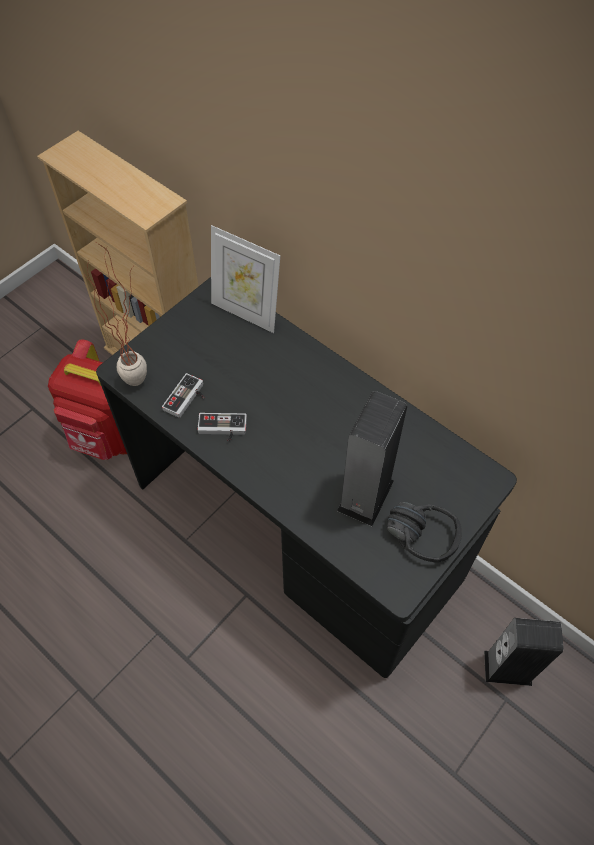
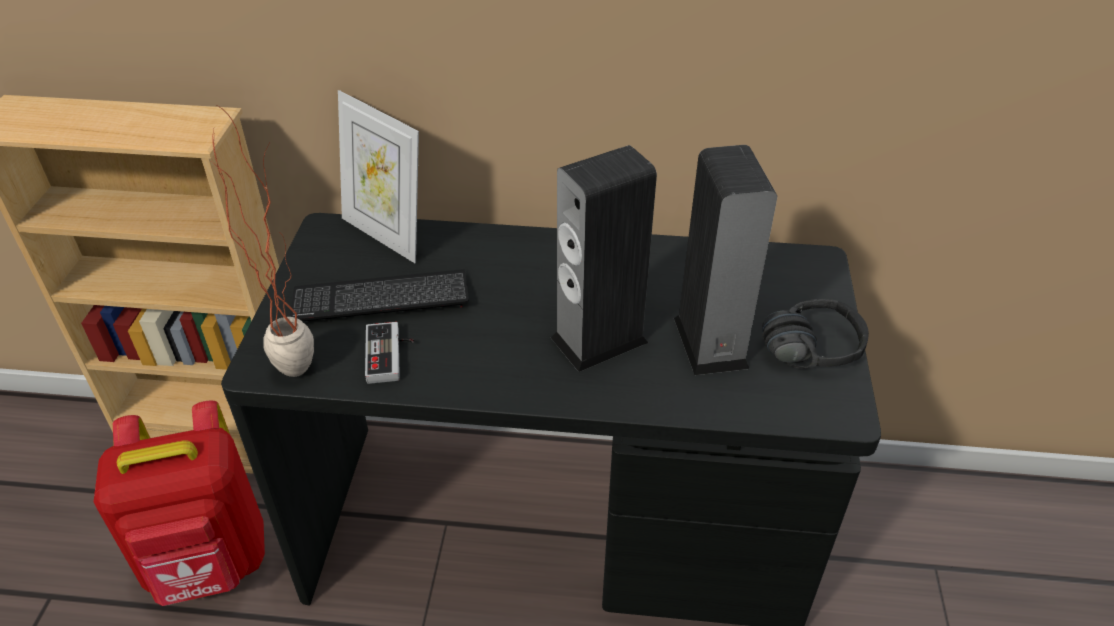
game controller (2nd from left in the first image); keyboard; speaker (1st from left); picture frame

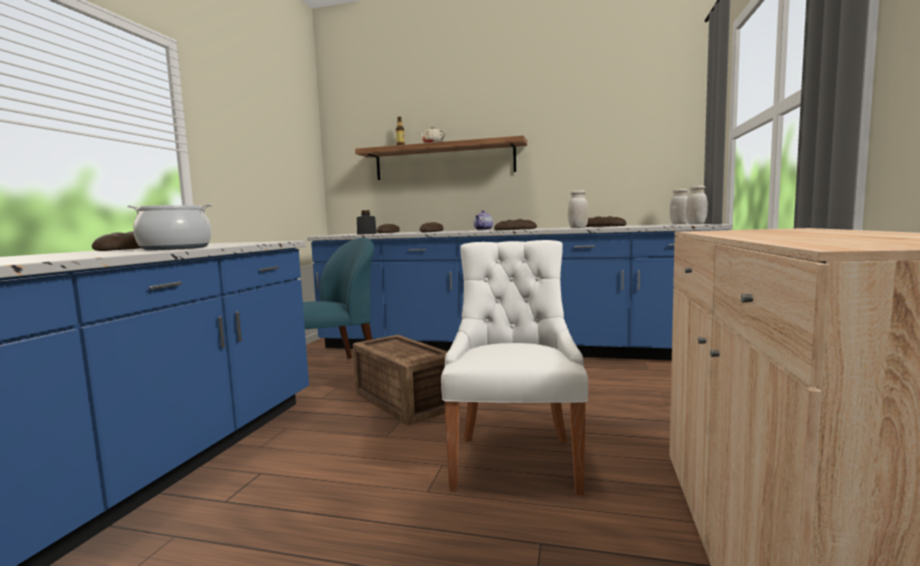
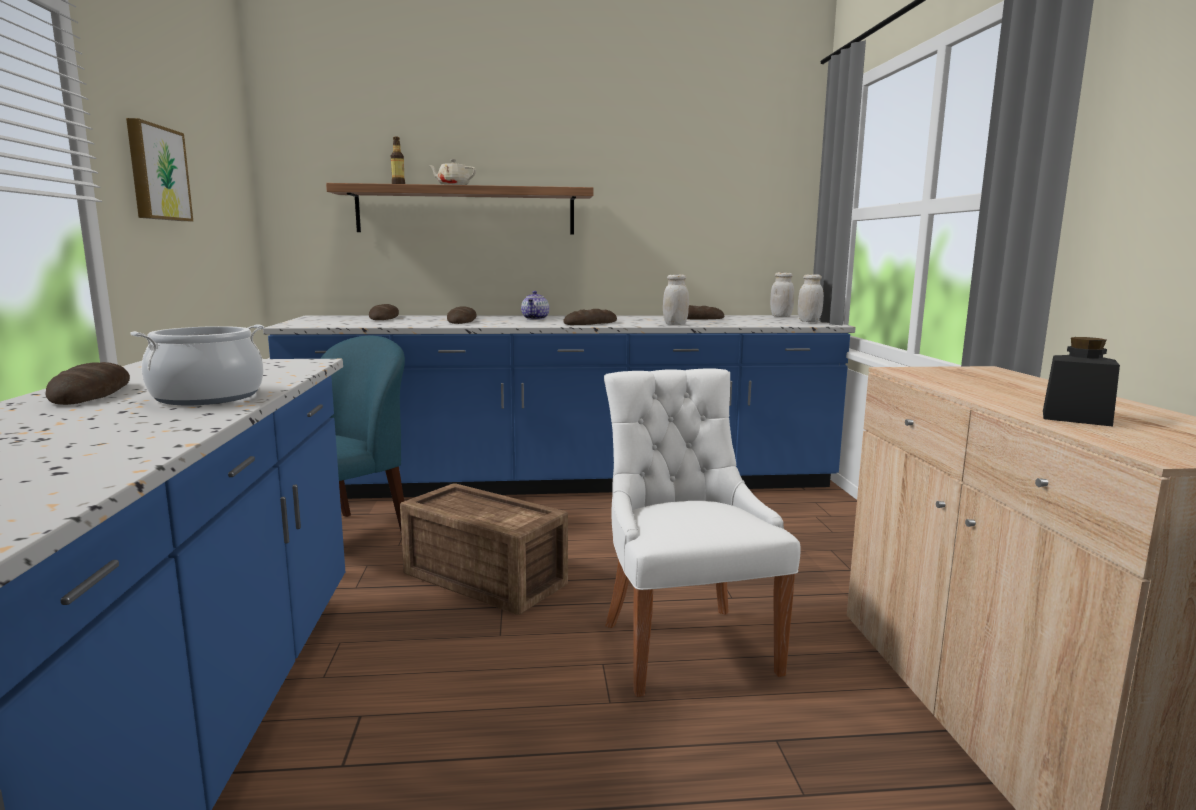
picture; jar (black)

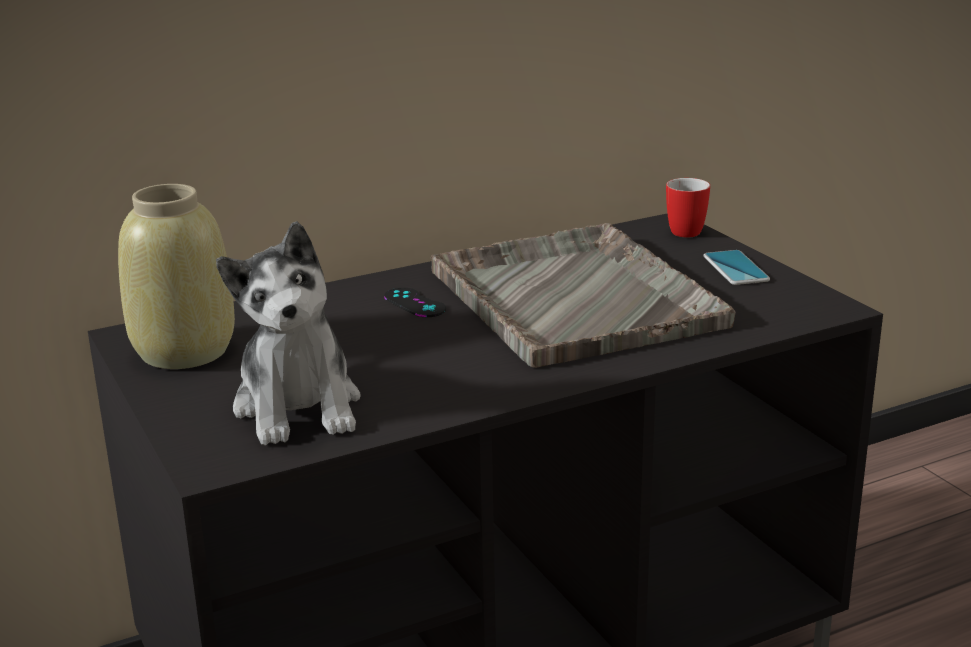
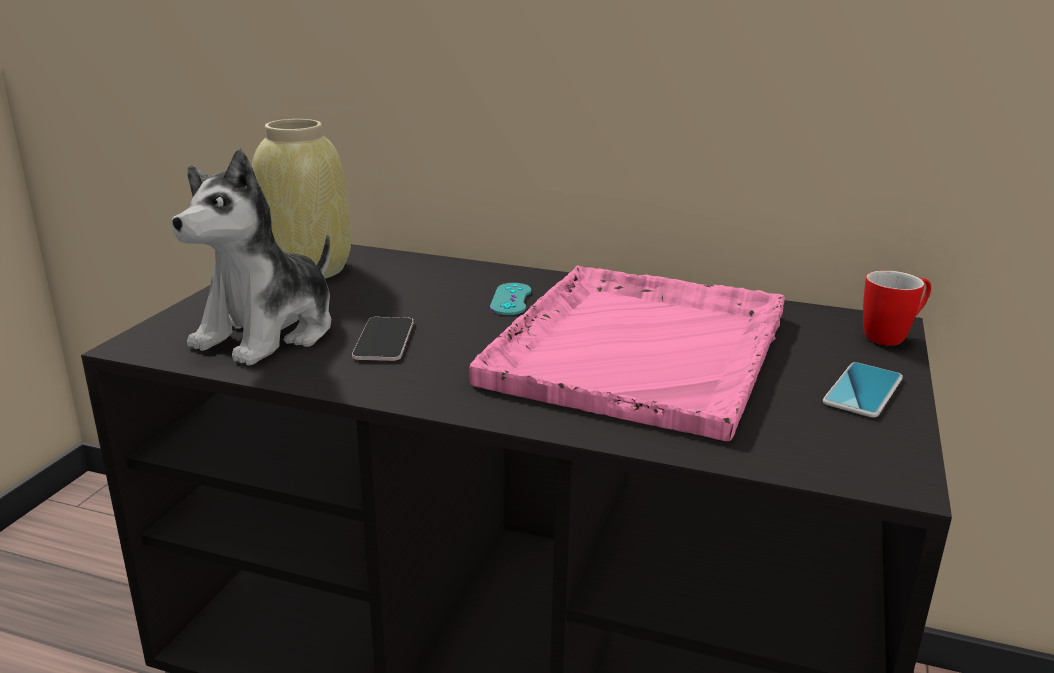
phone (1st from left); game controller (turquoise); tray (pink)

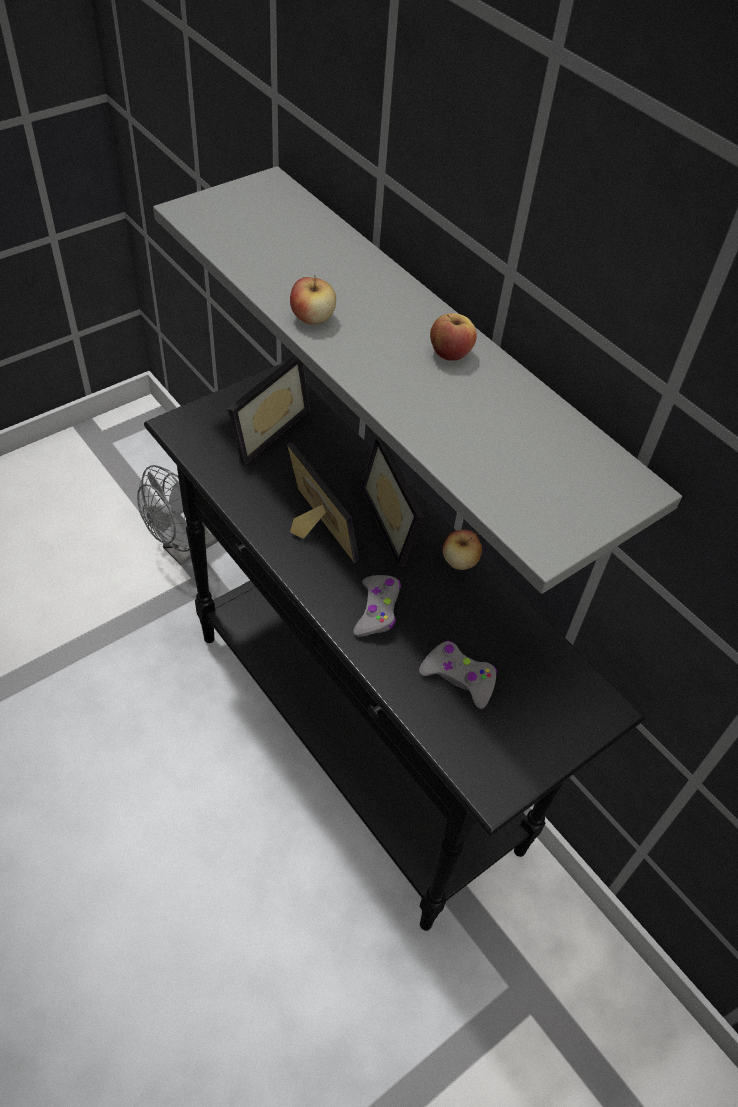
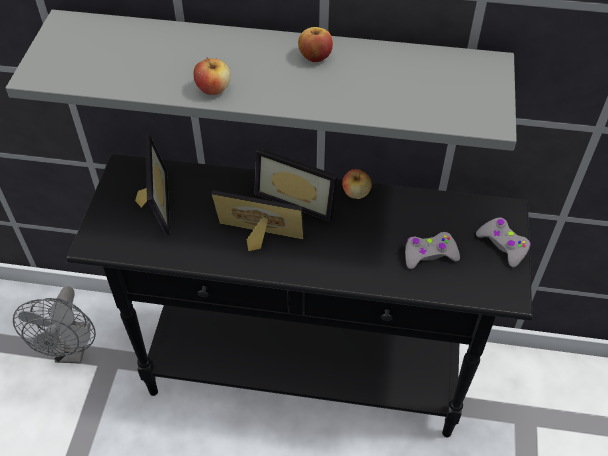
game controller (grey) (2nd from left)

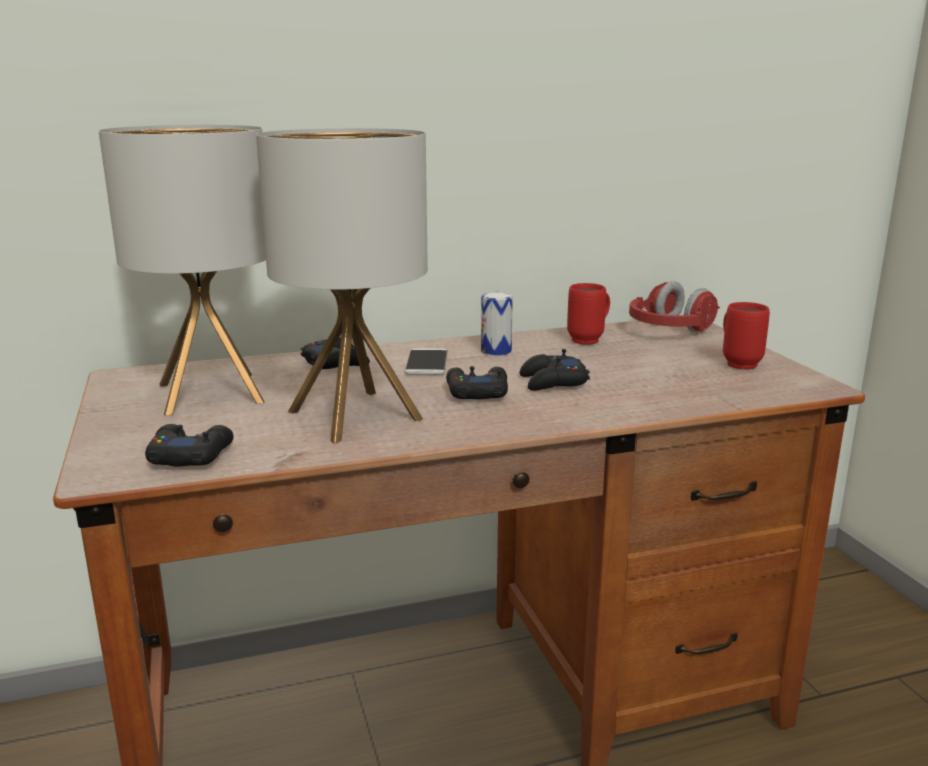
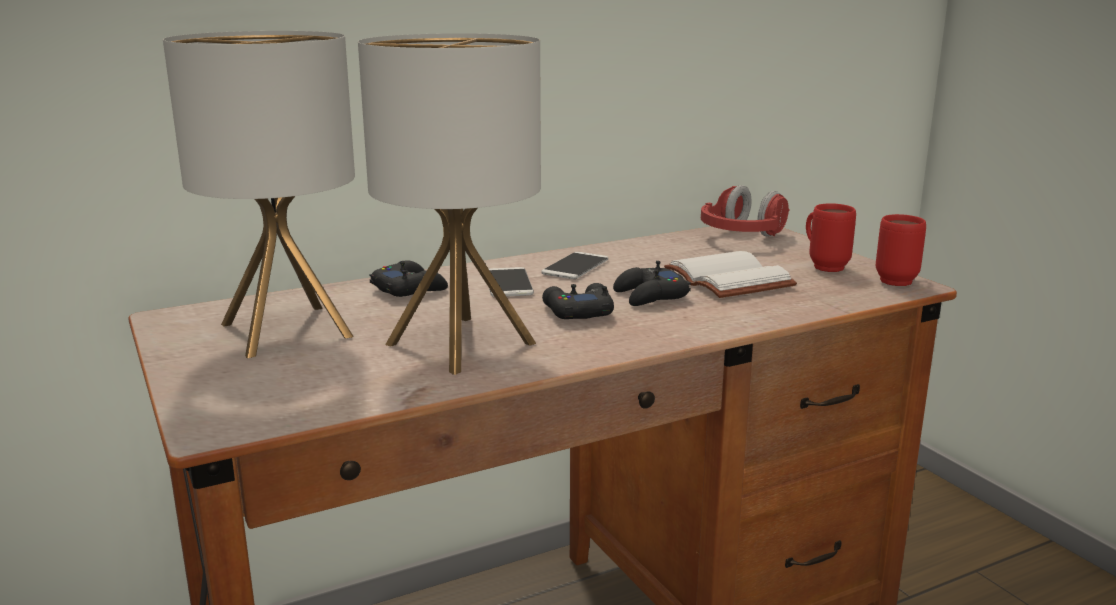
game controller (black) (1st from left in the first image); book (white); mug (red) (2nd from left); phone (2nd from left)

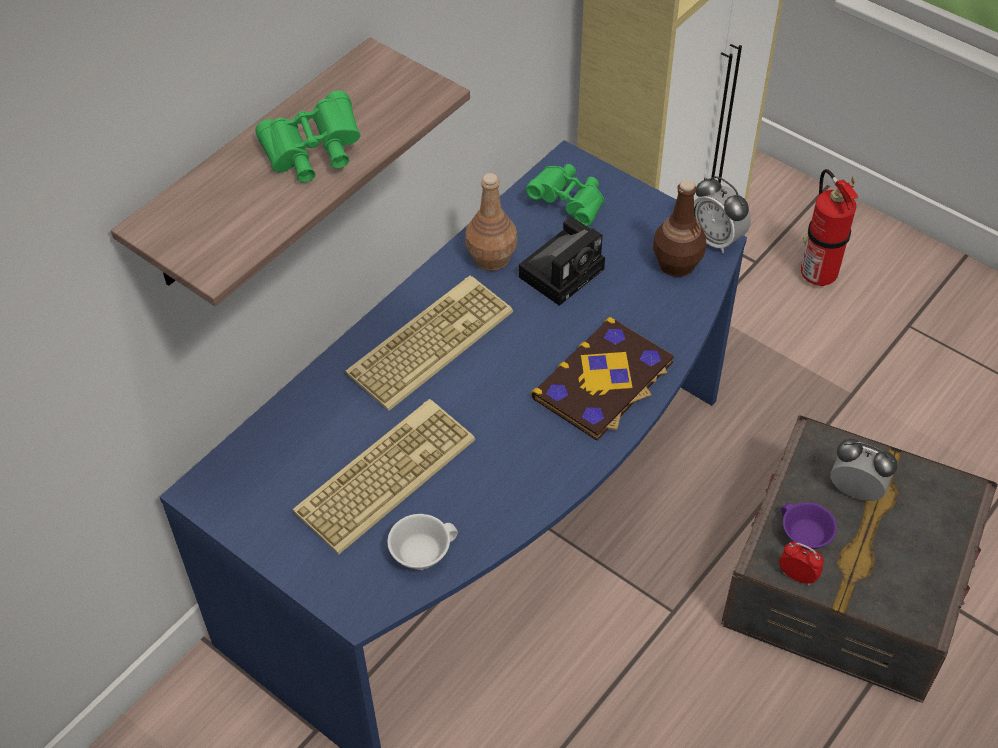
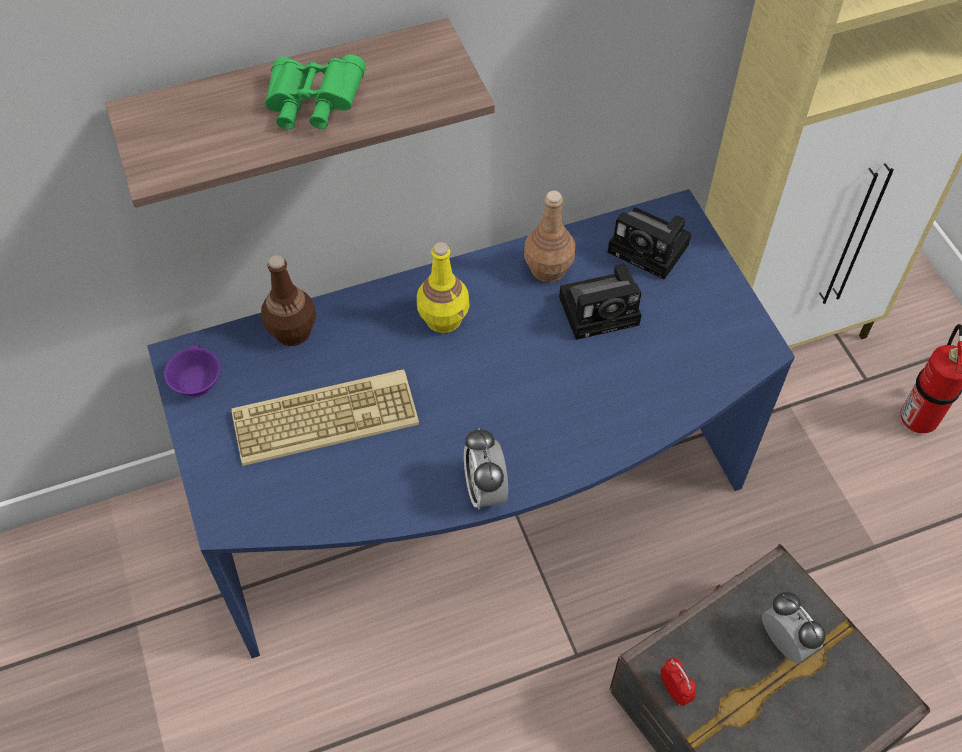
cup (white); book; bottle (brown) (1st from left); alarm clock (1st from left); cup (purple); bottle (yellow); photo camera (2nd from left)

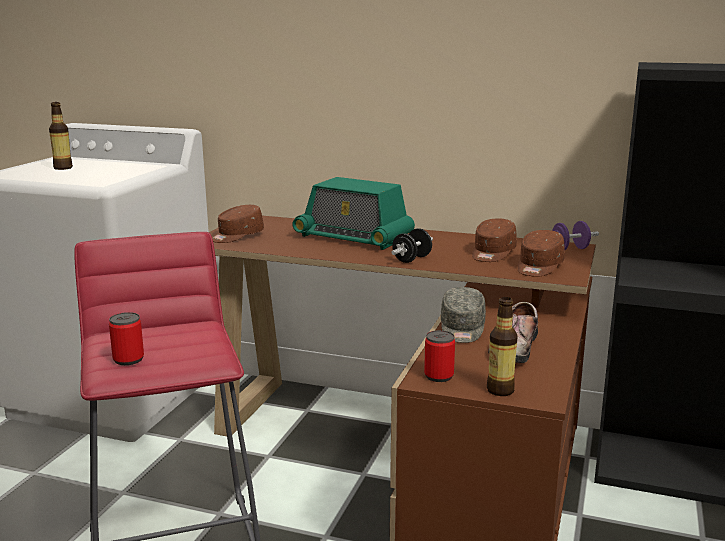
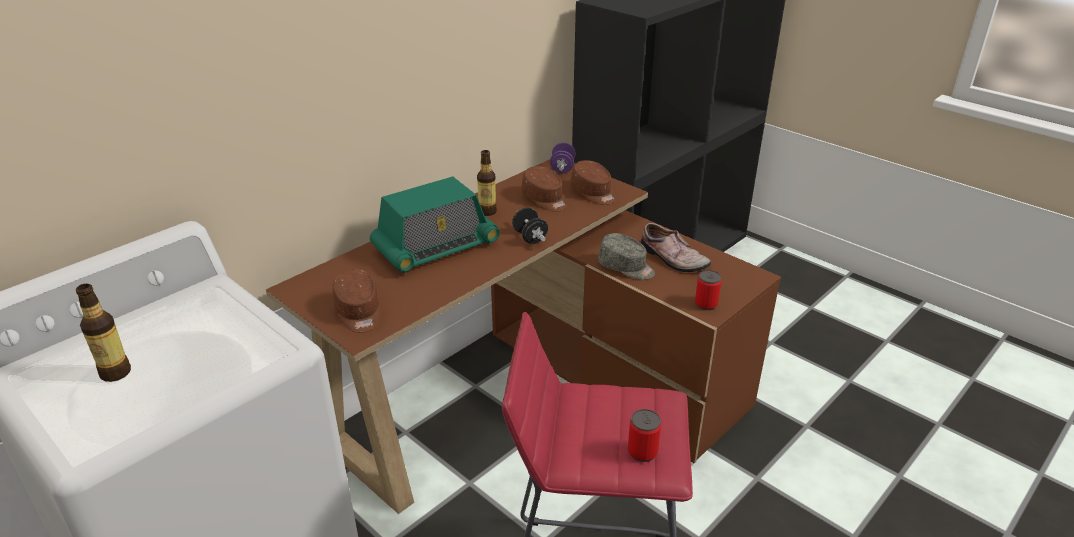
bottle (2nd from left)

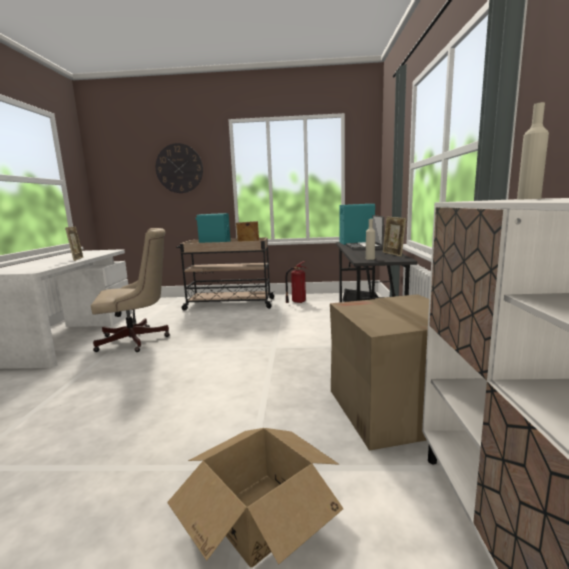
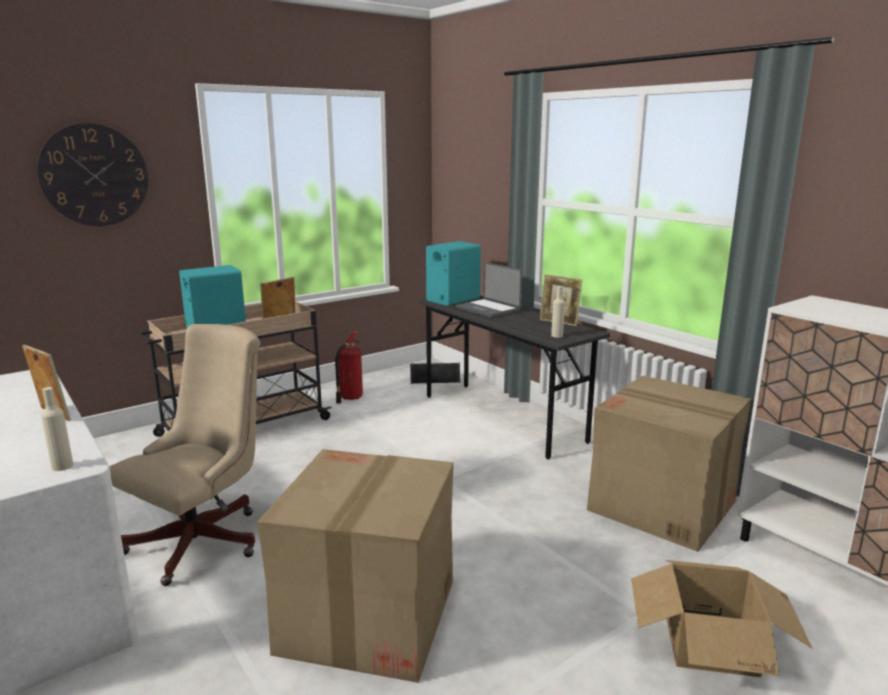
cardboard box (1st from left); bottle (beige) (1st from left)

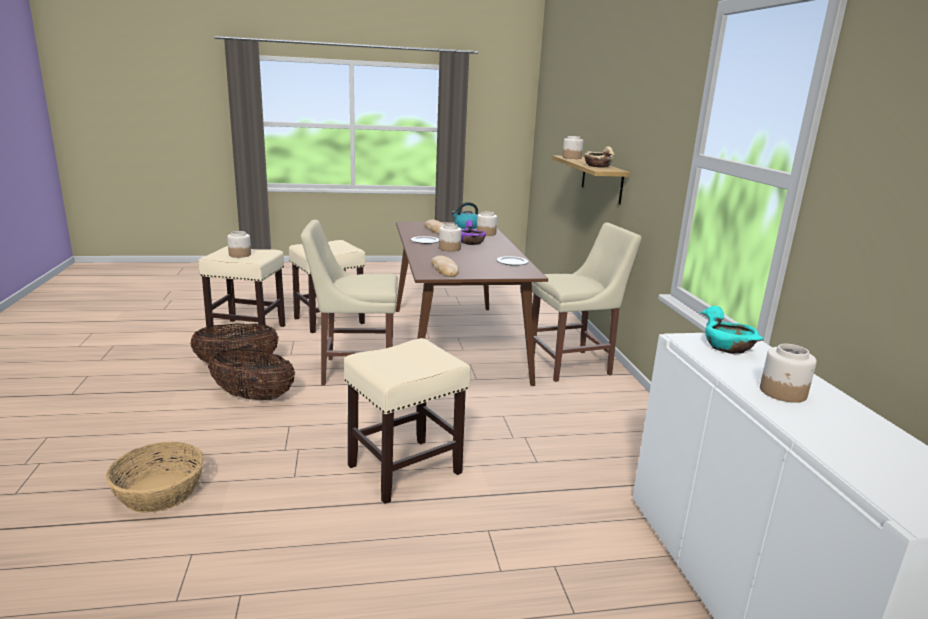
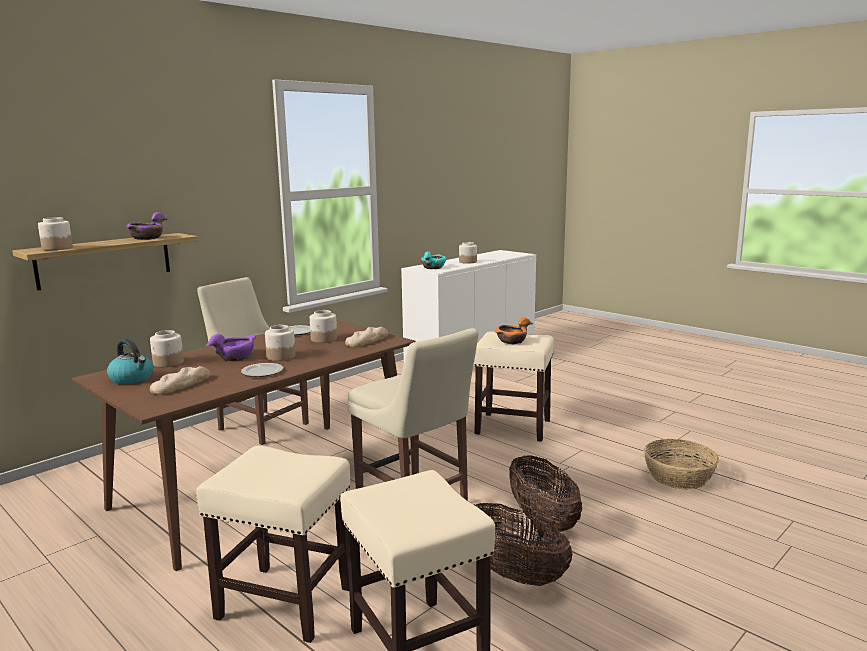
bowl (orange); jar (4th from left); bowl (purple) (1st from left)

